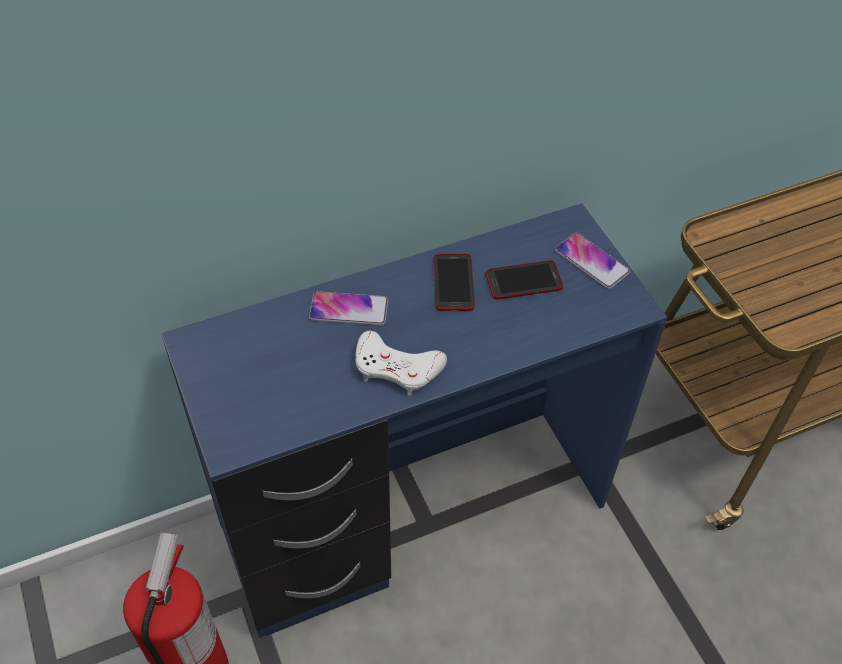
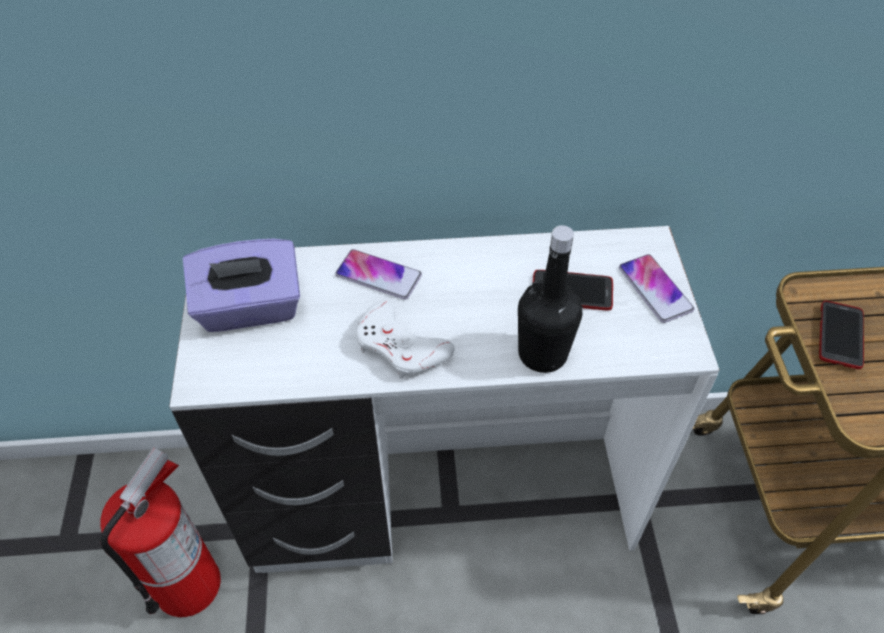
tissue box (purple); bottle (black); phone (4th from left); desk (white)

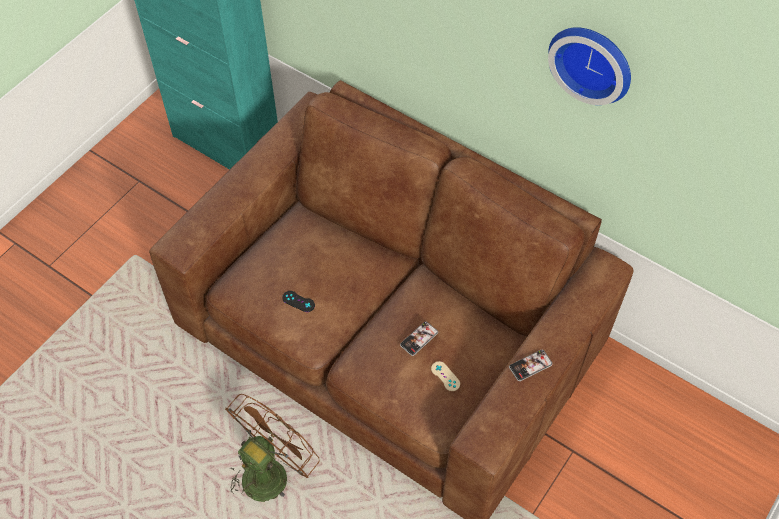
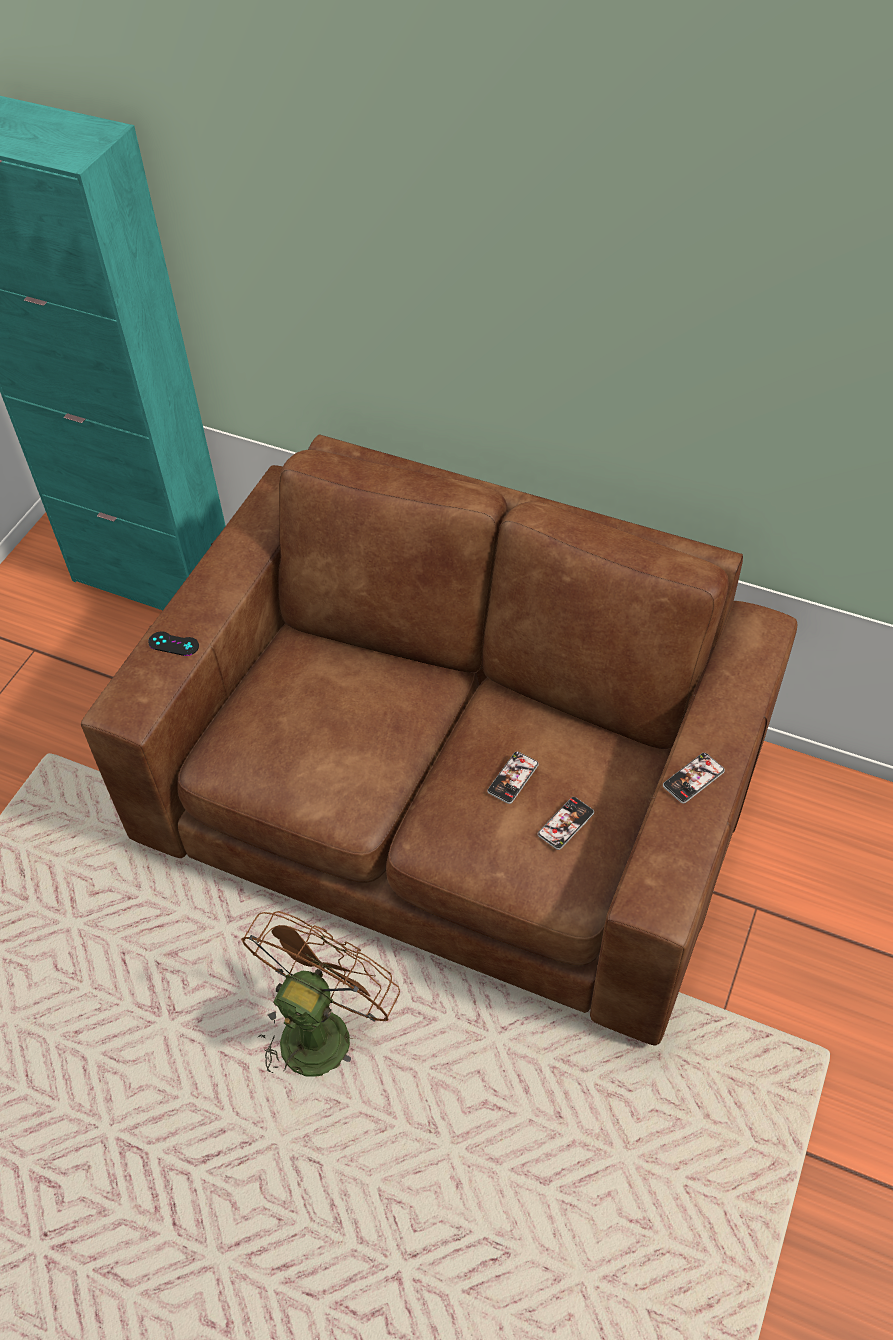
wall clock; game controller (black); phone (2nd from left)

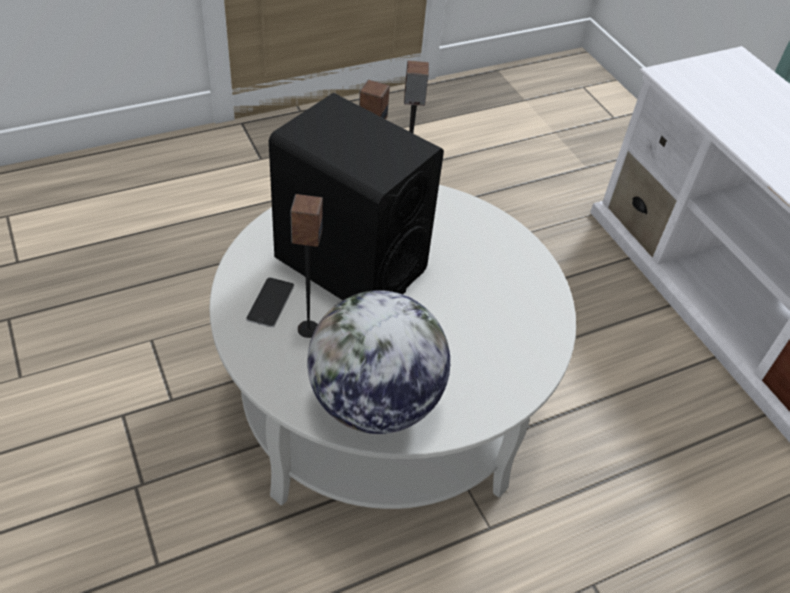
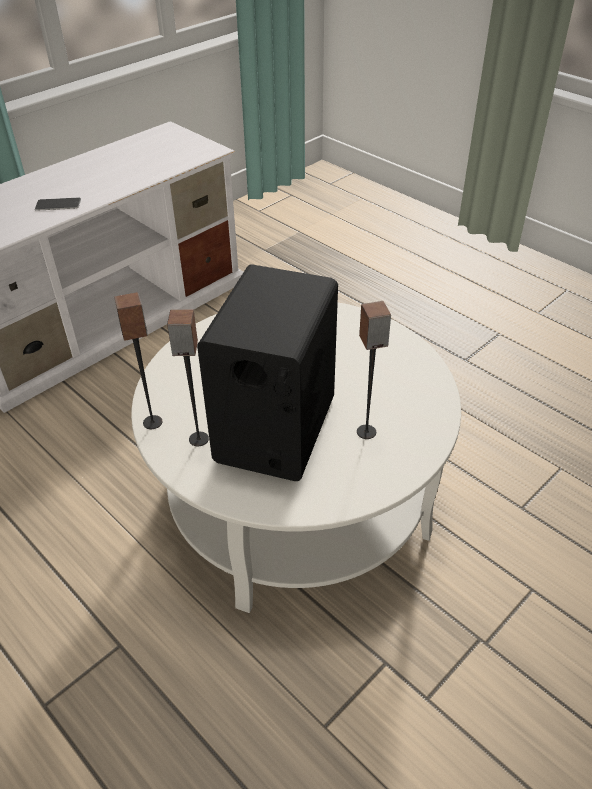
globe; phone

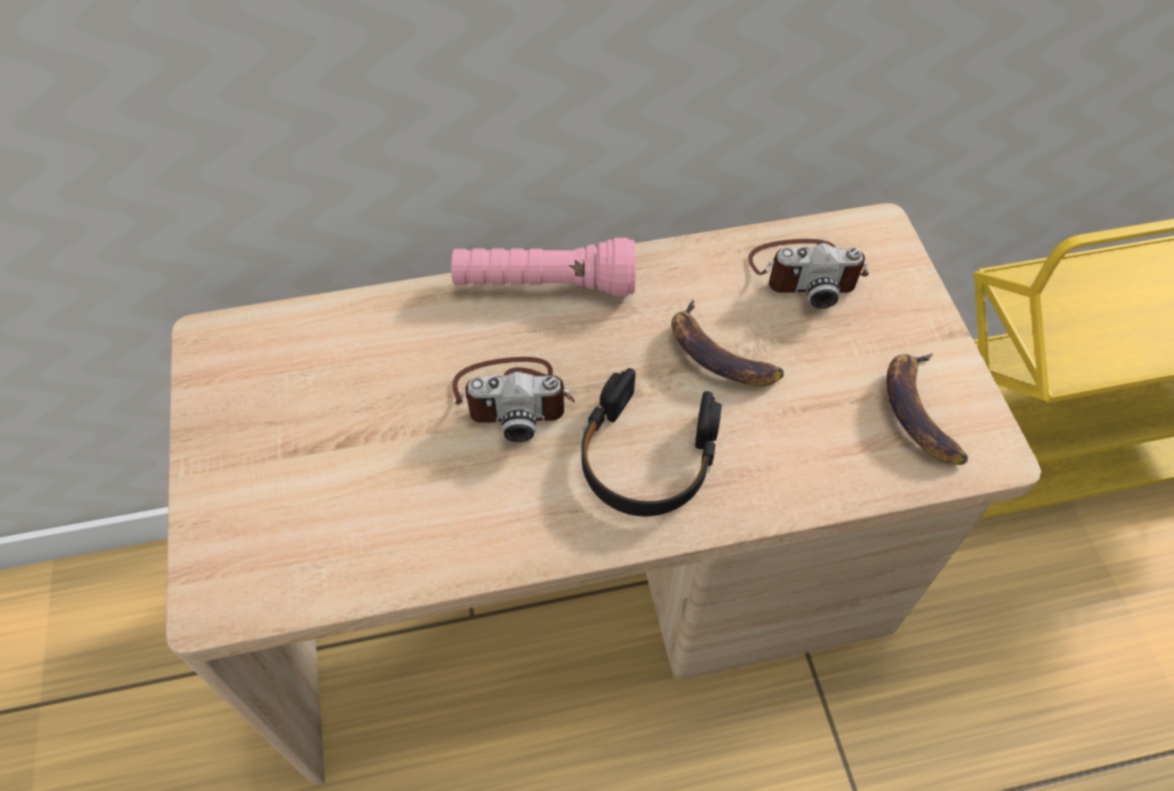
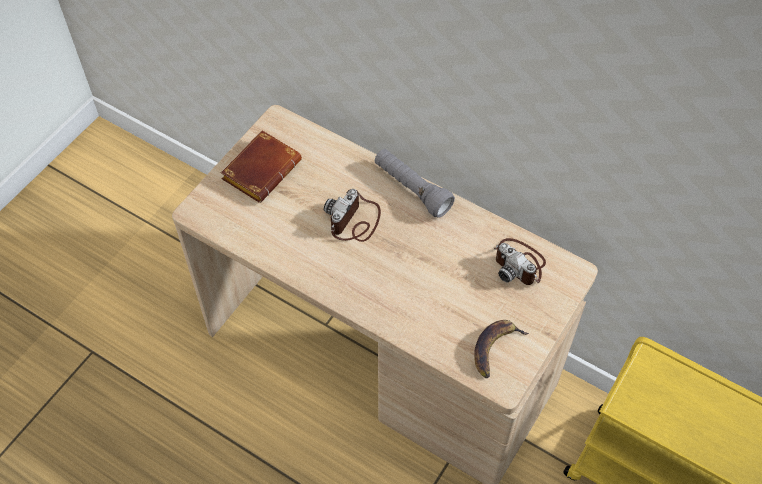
headphones (black); banana (1st from left in the first image); book (brown); flashlight (grey); photo camera (1st from left)

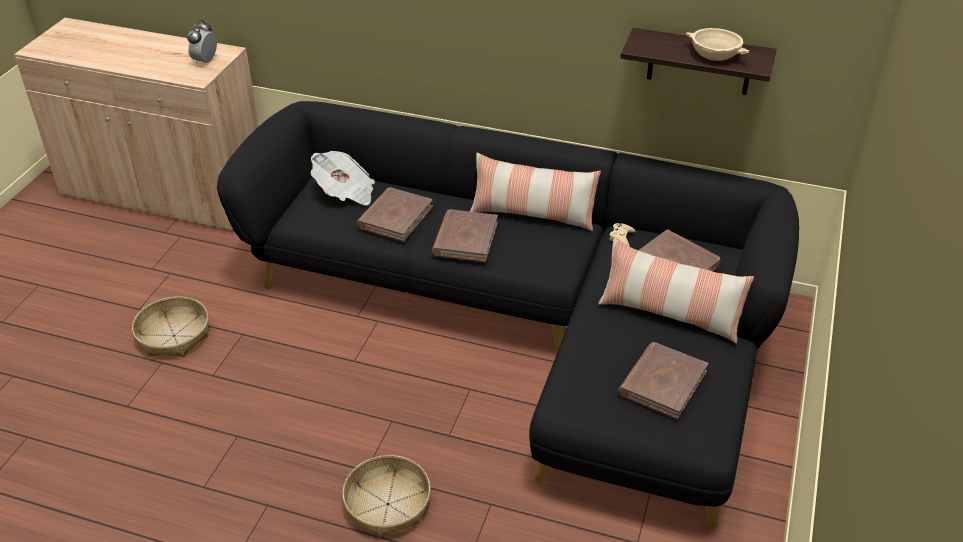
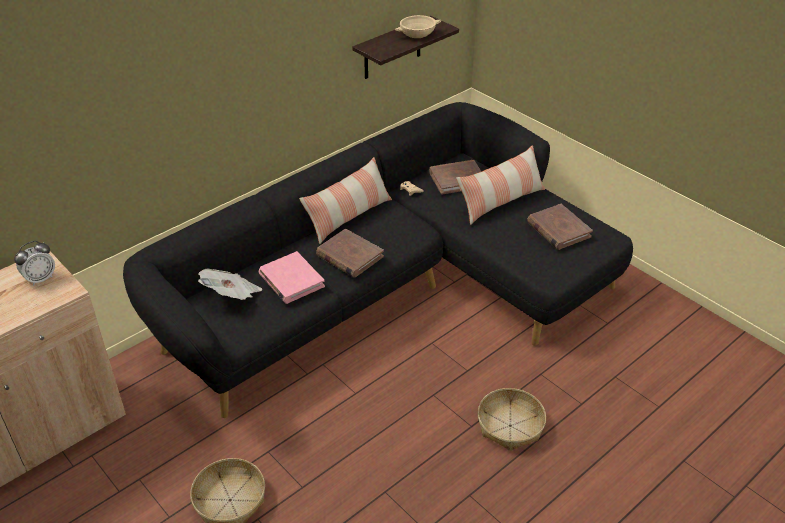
book (pink); alarm clock

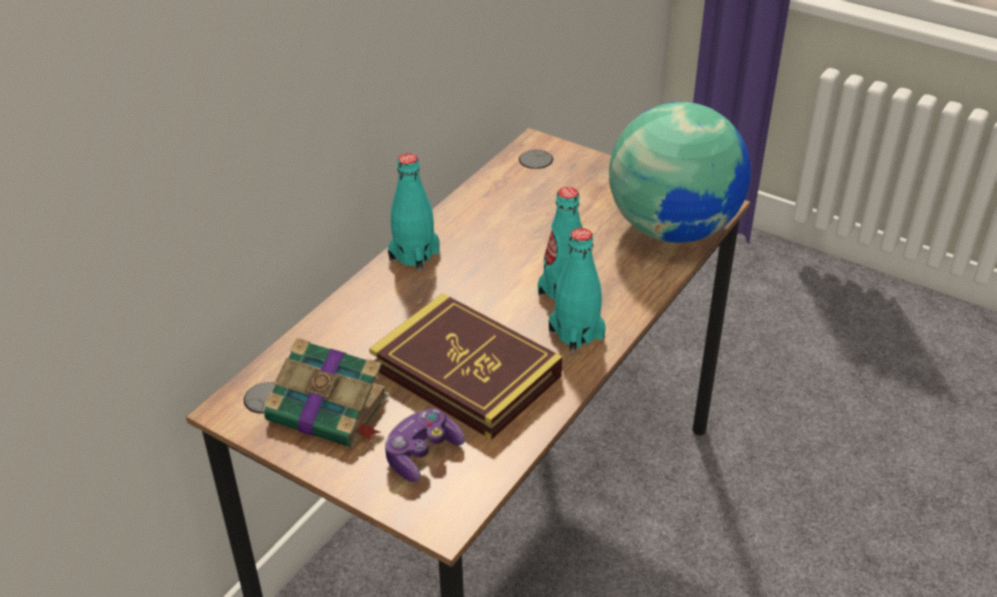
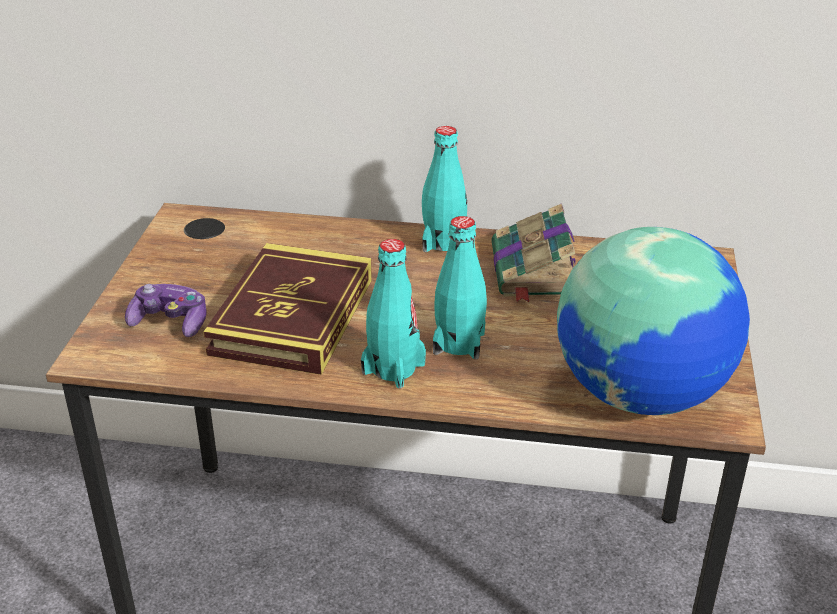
book (2nd from left)

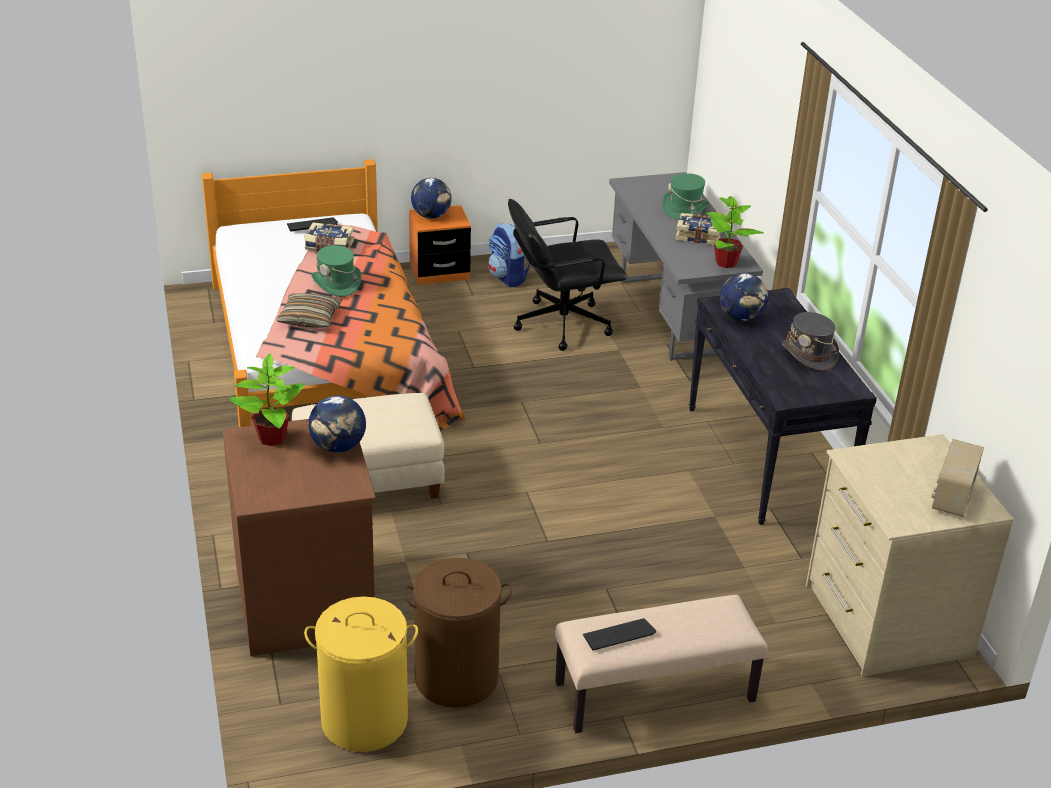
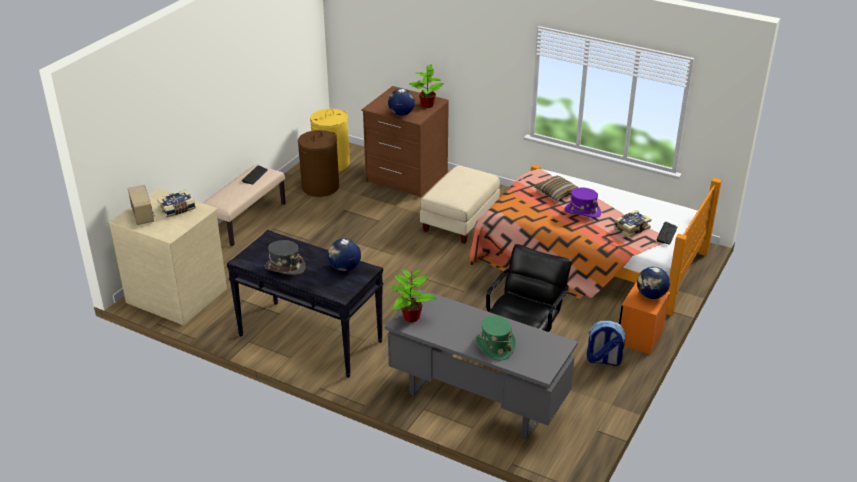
book (1st from left); hat (purple)

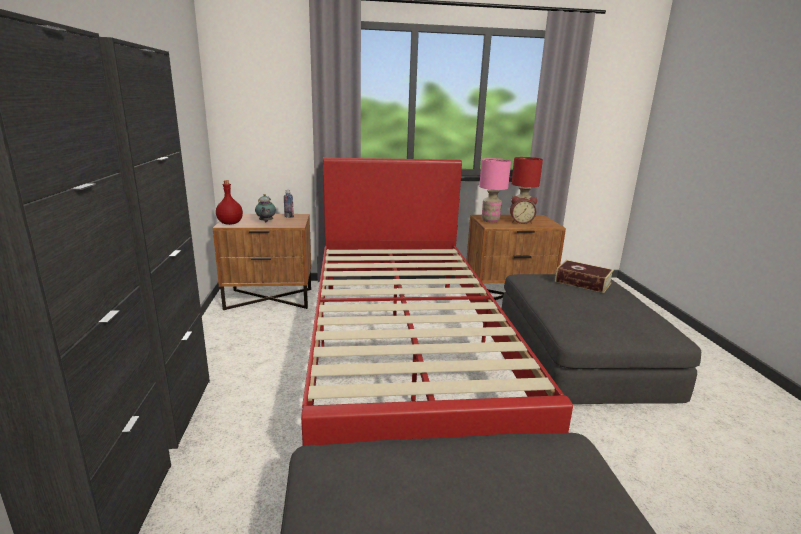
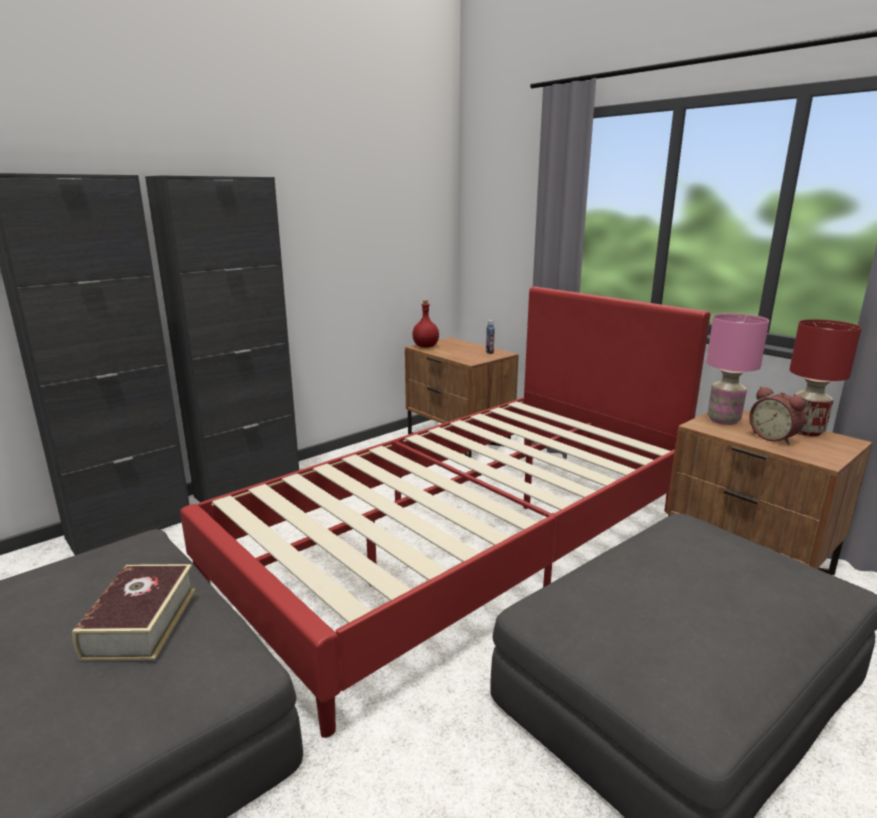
teapot; book

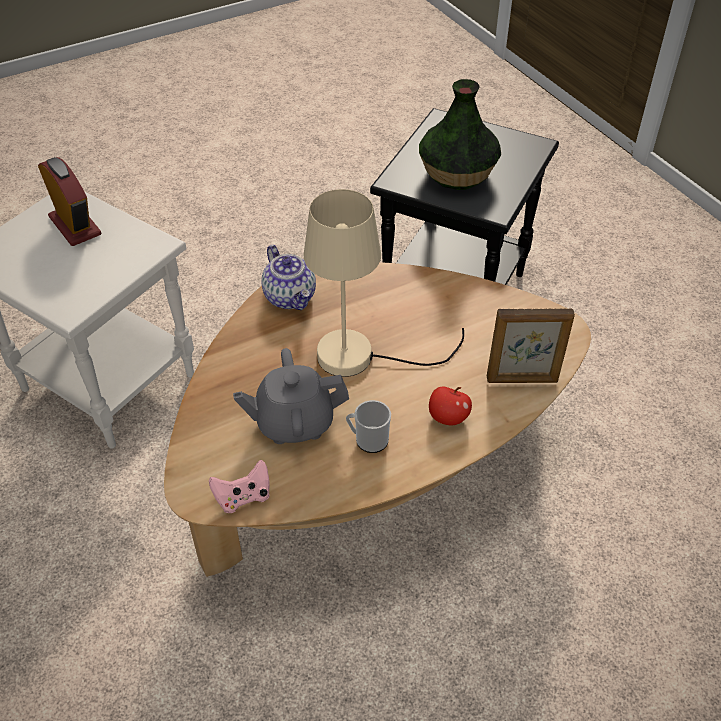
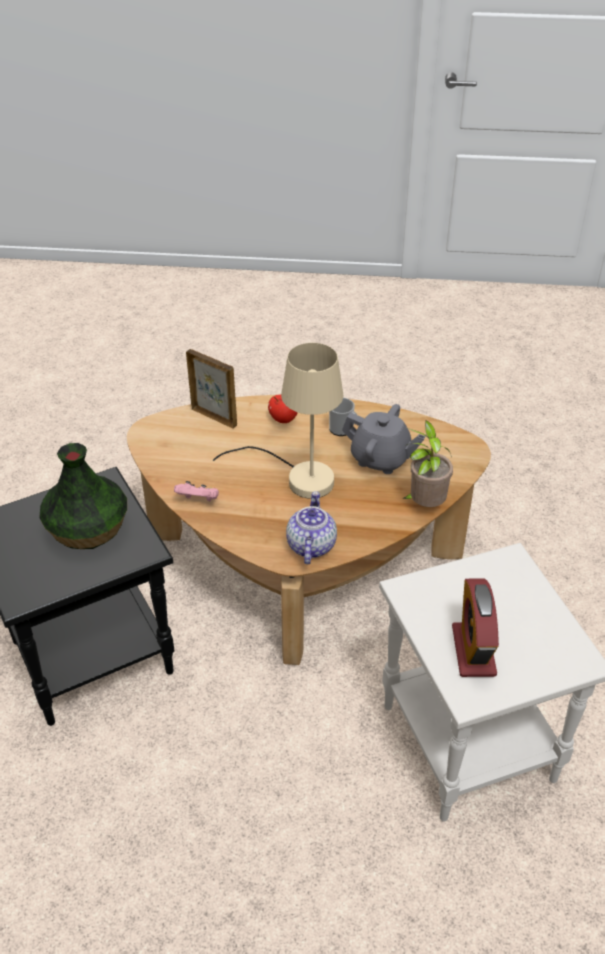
potted plant; game controller (pink)

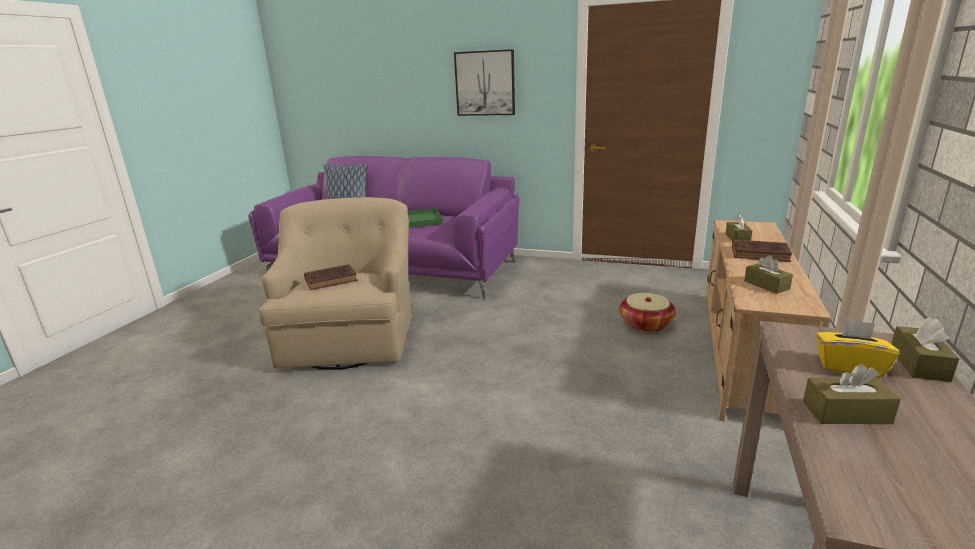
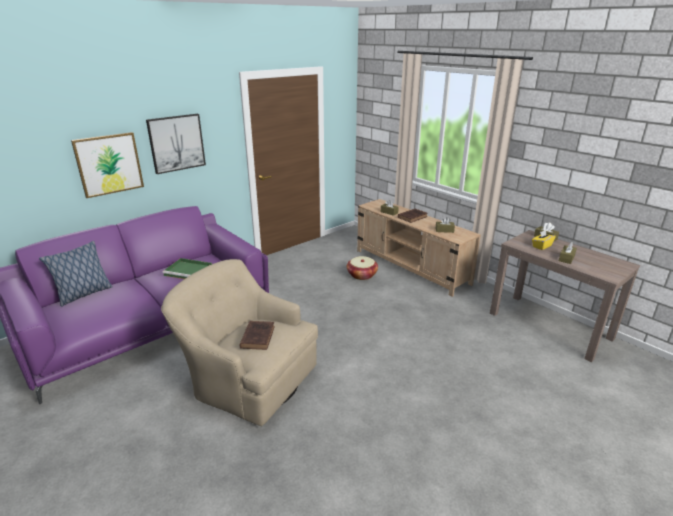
picture (1st from left)

